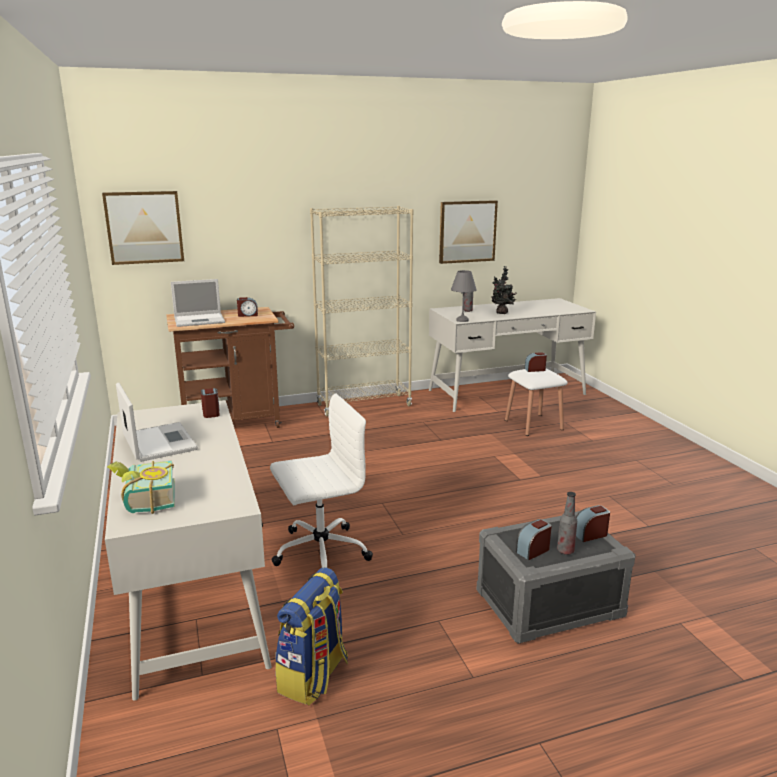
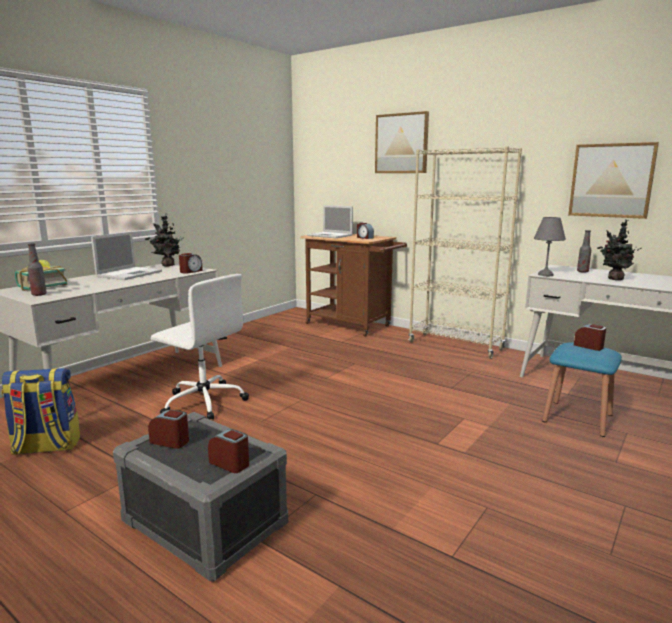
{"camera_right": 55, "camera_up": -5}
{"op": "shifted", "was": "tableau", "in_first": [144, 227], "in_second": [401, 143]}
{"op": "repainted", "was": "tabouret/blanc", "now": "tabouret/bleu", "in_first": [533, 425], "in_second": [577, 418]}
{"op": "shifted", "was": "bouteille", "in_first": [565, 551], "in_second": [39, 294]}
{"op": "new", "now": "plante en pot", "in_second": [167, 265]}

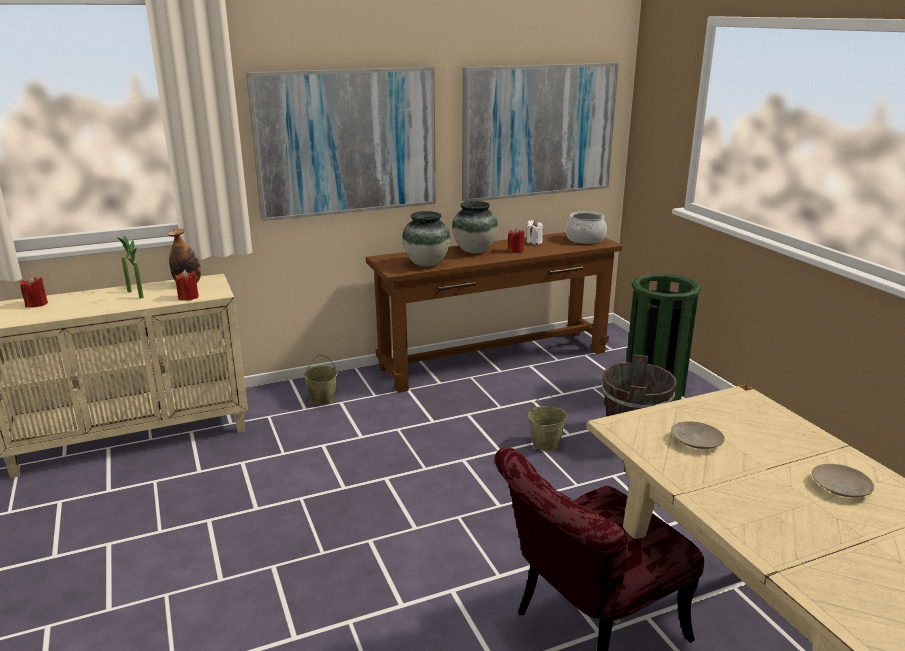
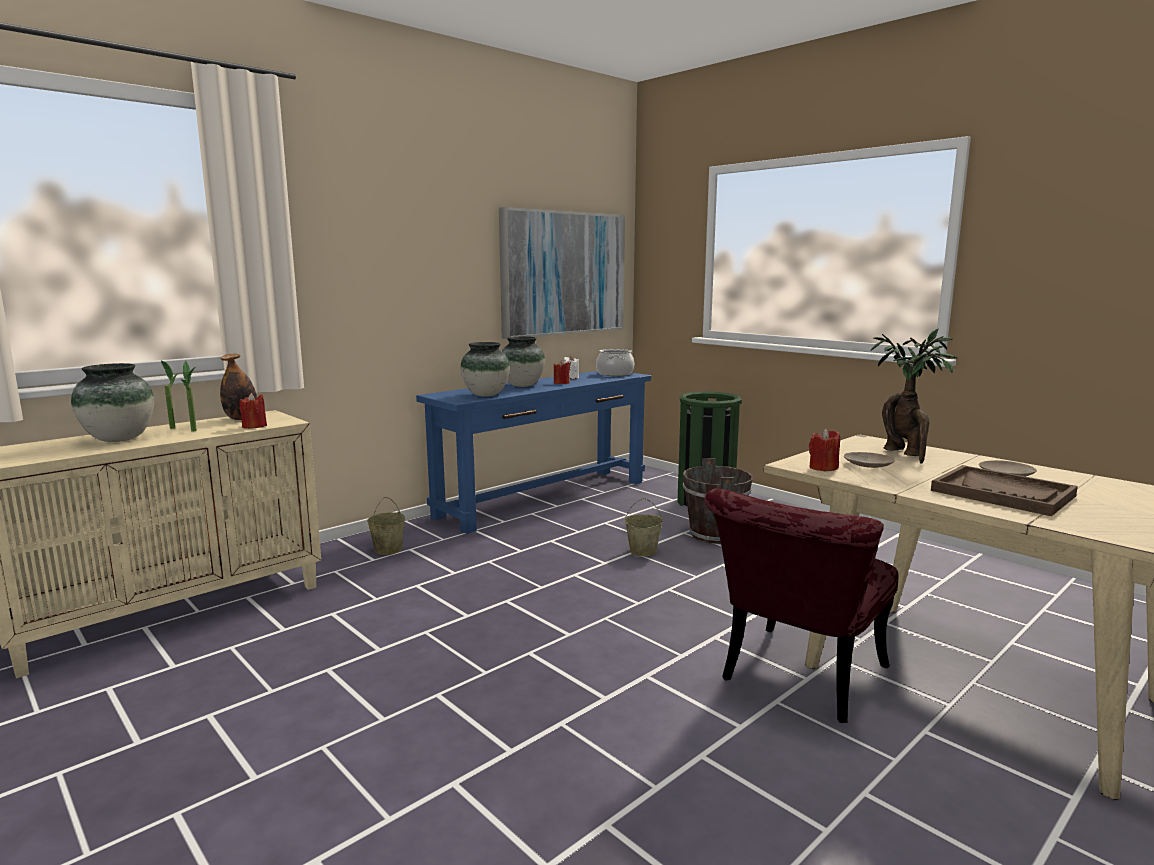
{"camera_right": -20, "camera_up": -10}
{"op": "gone", "was": "tableau", "in_first": [346, 142]}
{"op": "repainted", "was": "table console/marron", "now": "table console/bleu", "in_first": [494, 359], "in_second": [544, 498]}
{"op": "shifted", "was": "bougie/rouge", "in_first": [36, 304], "in_second": [823, 468]}
{"op": "new", "now": "plante en pot", "in_second": [905, 454]}
{"op": "new", "now": "vase", "in_second": [119, 439]}
{"op": "new", "now": "plateau/marron", "in_second": [1002, 493]}

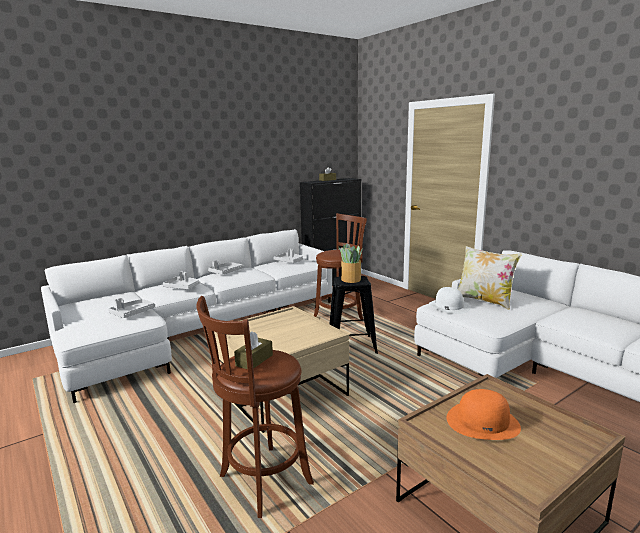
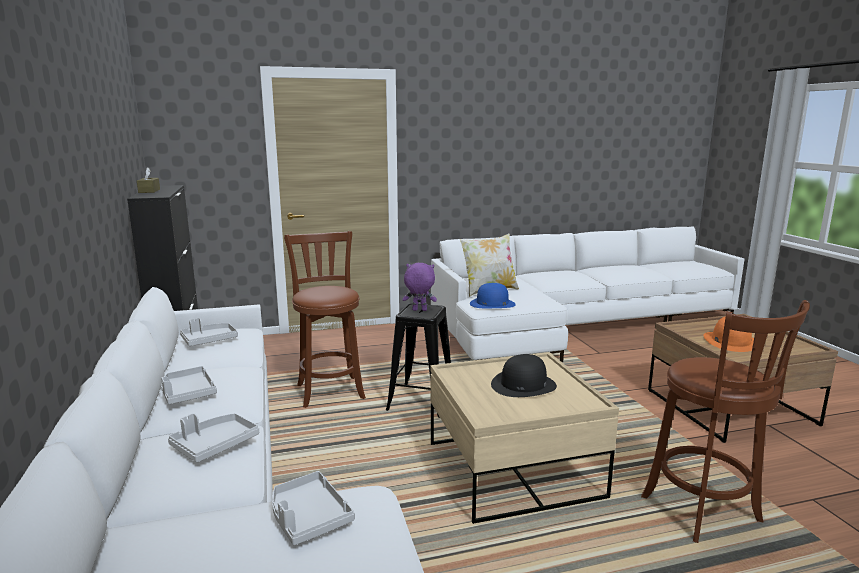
{"camera_right": -70, "camera_up": 0}
{"op": "swapped", "was": "plante en pot", "now": "peluche/violet", "in_first": [351, 279], "in_second": [419, 310]}
{"op": "repainted", "was": "chapeau/blanc", "now": "chapeau/bleu", "in_first": [448, 306], "in_second": [492, 304]}
{"op": "gone", "was": "boîte à mouchoirs/marron", "in_first": [254, 360]}
{"op": "new", "now": "chapeau/noir", "in_second": [523, 385]}

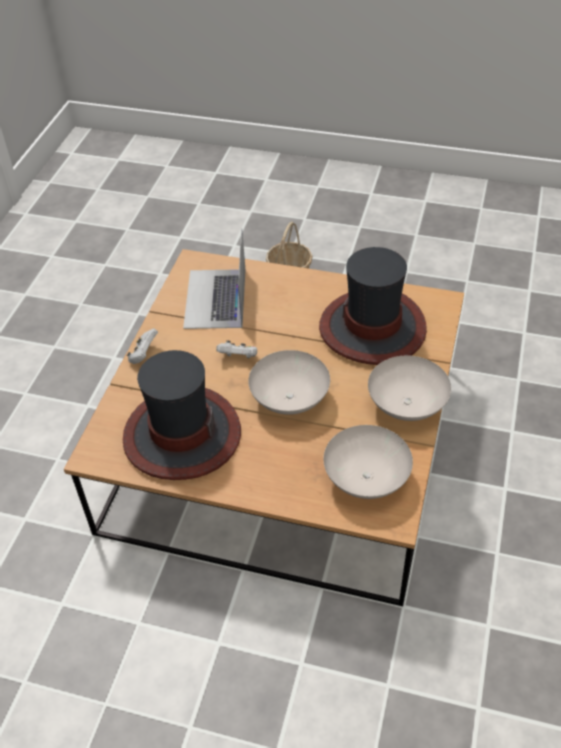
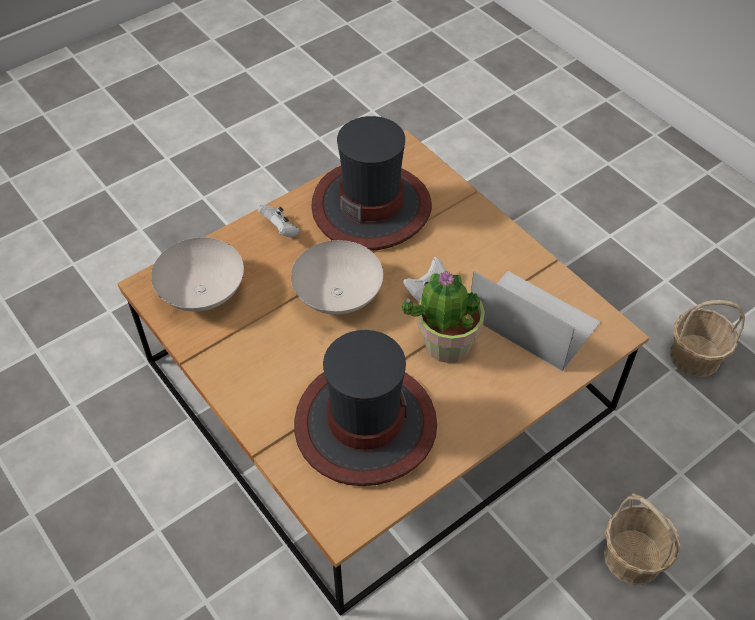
{"camera_right": 125, "camera_up": 5}
{"op": "shifted", "was": "manette/blanc", "in_first": [143, 355], "in_second": [280, 230]}
{"op": "gone", "was": "bol/blanc", "in_first": [405, 405]}
{"op": "new", "now": "plante en pot", "in_second": [446, 343]}
{"op": "new", "now": "panier", "in_second": [694, 356]}

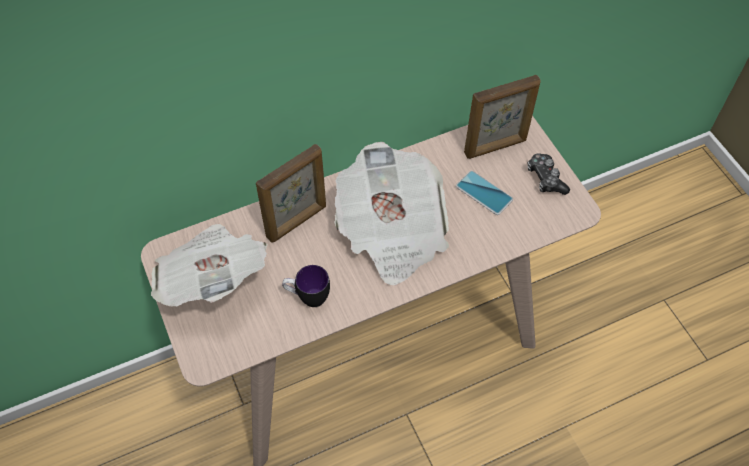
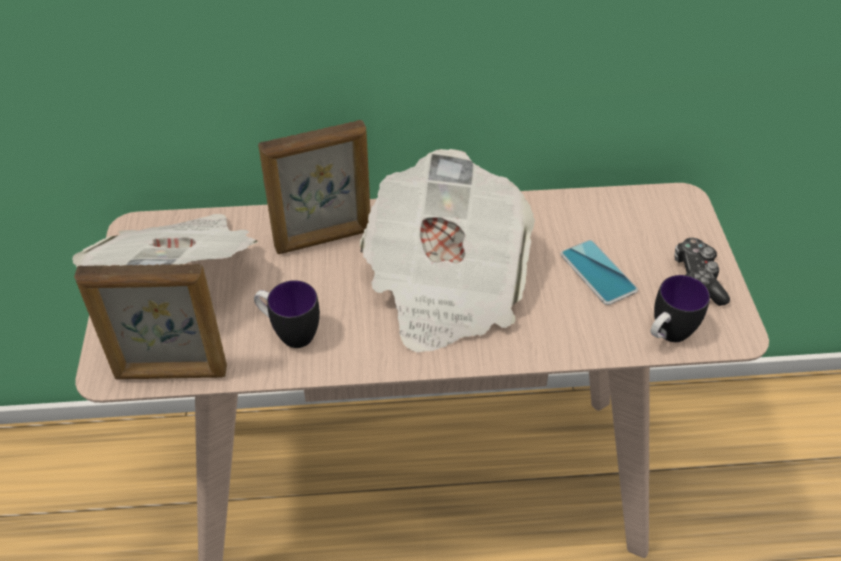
{"camera_right": 20, "camera_up": -10}
{"op": "shifted", "was": "cadre photo", "in_first": [496, 147], "in_second": [171, 373]}
{"op": "new", "now": "mug", "in_second": [666, 336]}

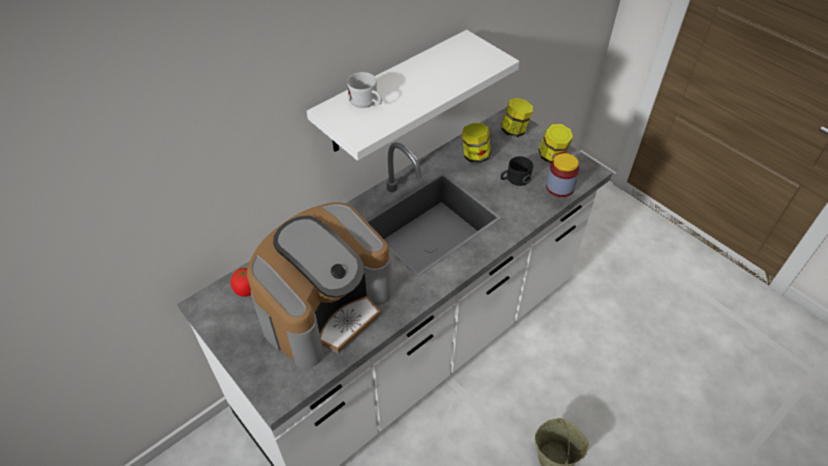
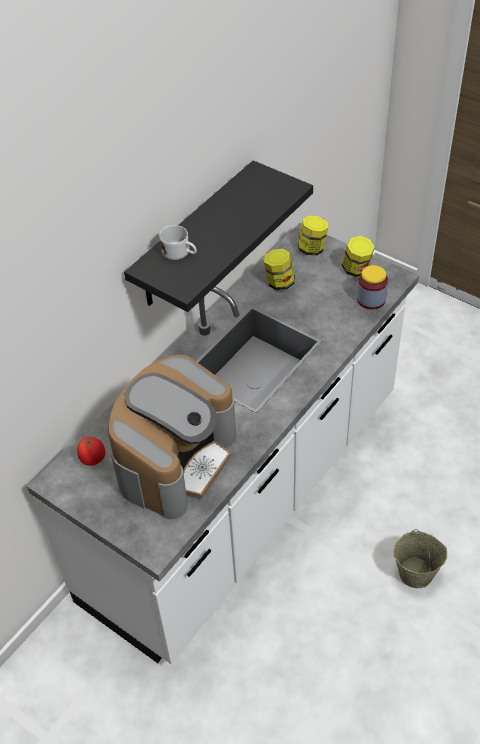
{"camera_right": -10, "camera_up": 0}
{"op": "repainted", "was": "étagère/blanc", "now": "étagère/noir", "in_first": [392, 93], "in_second": [194, 237]}
{"op": "gone", "was": "mug/noir", "in_first": [514, 179]}

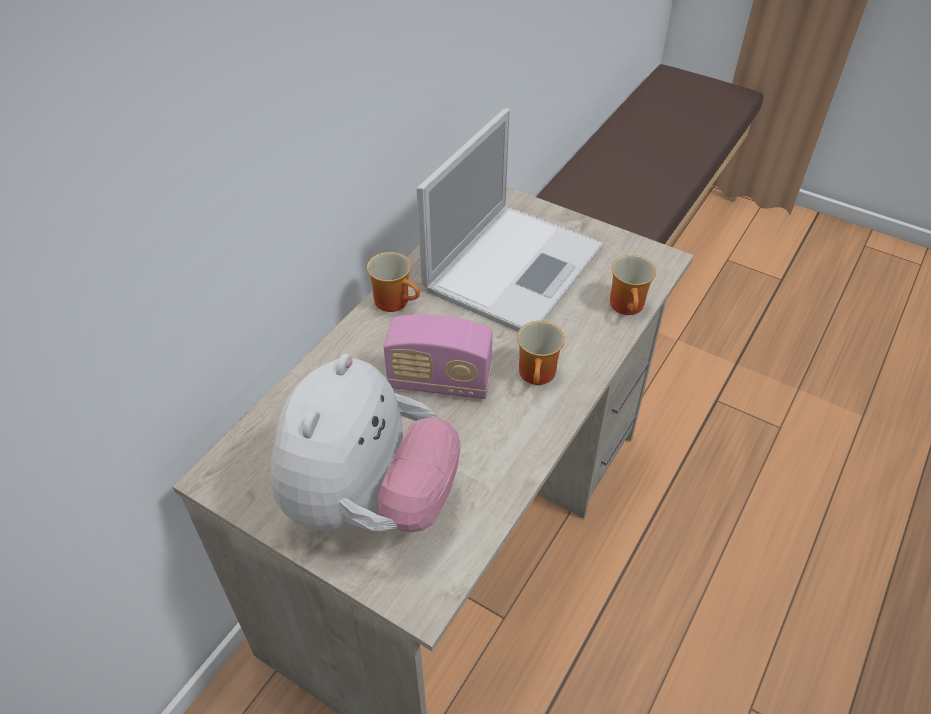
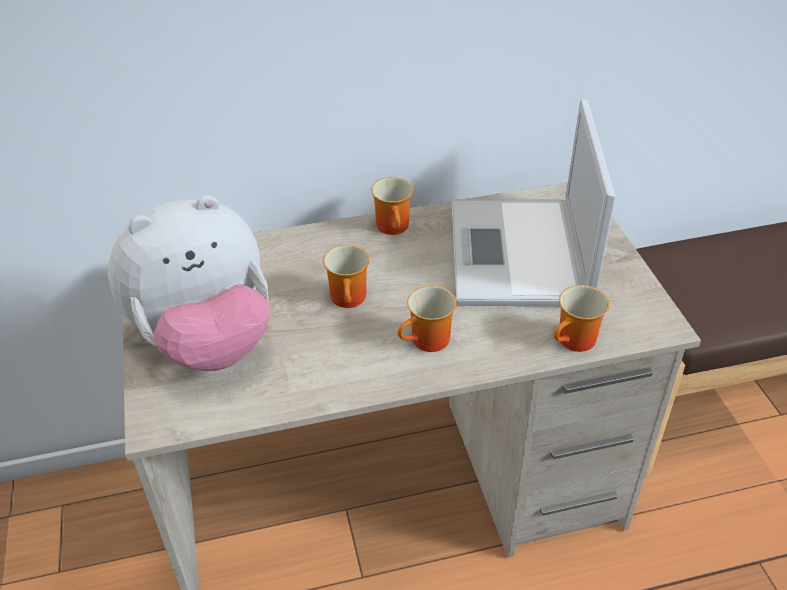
{"camera_right": 45, "camera_up": -5}
{"op": "rotated", "was": "ordinateur portable", "in_first": [515, 265], "in_second": [519, 255], "clockwise": 105}
{"op": "swapped", "was": "radio", "now": "mug", "in_first": [439, 382], "in_second": [351, 299]}

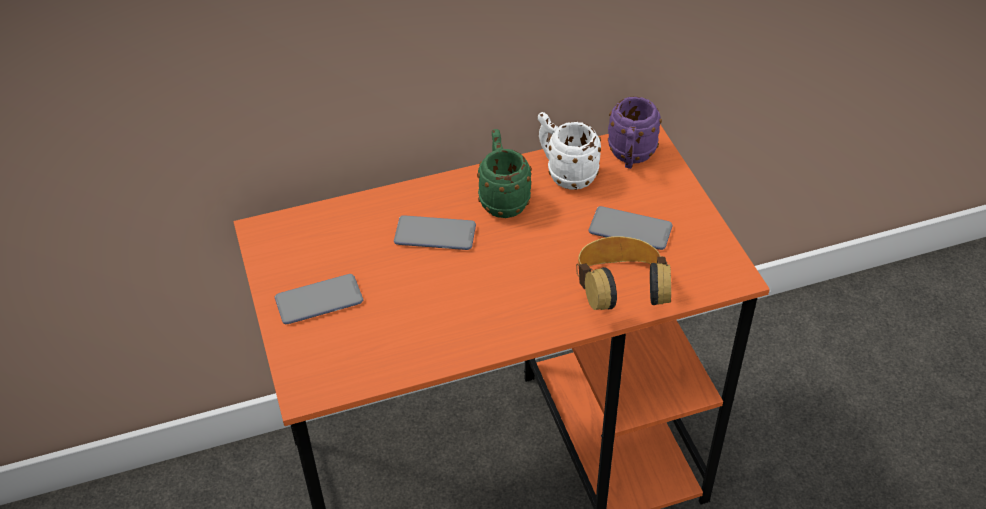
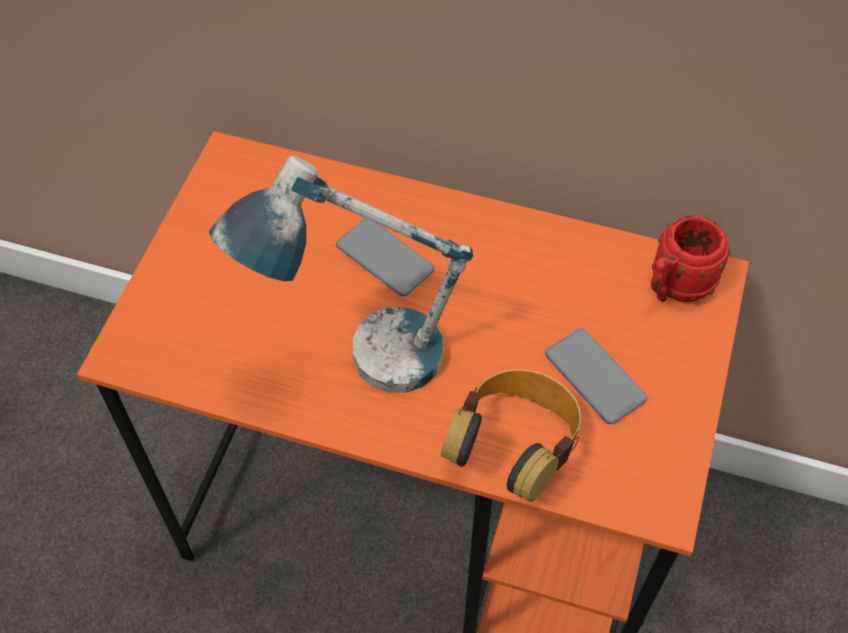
{"camera_right": 35, "camera_up": 10}
{"op": "repainted", "was": "mug/violet", "now": "mug/rouge", "in_first": [630, 157], "in_second": [674, 288]}
{"op": "gone", "was": "mug/blanc", "in_first": [565, 173]}
{"op": "gone", "was": "mug/vert", "in_first": [502, 198]}
{"op": "gone", "was": "téléphone", "in_first": [319, 300]}
{"op": "new", "now": "lampe de table", "in_second": [357, 360]}

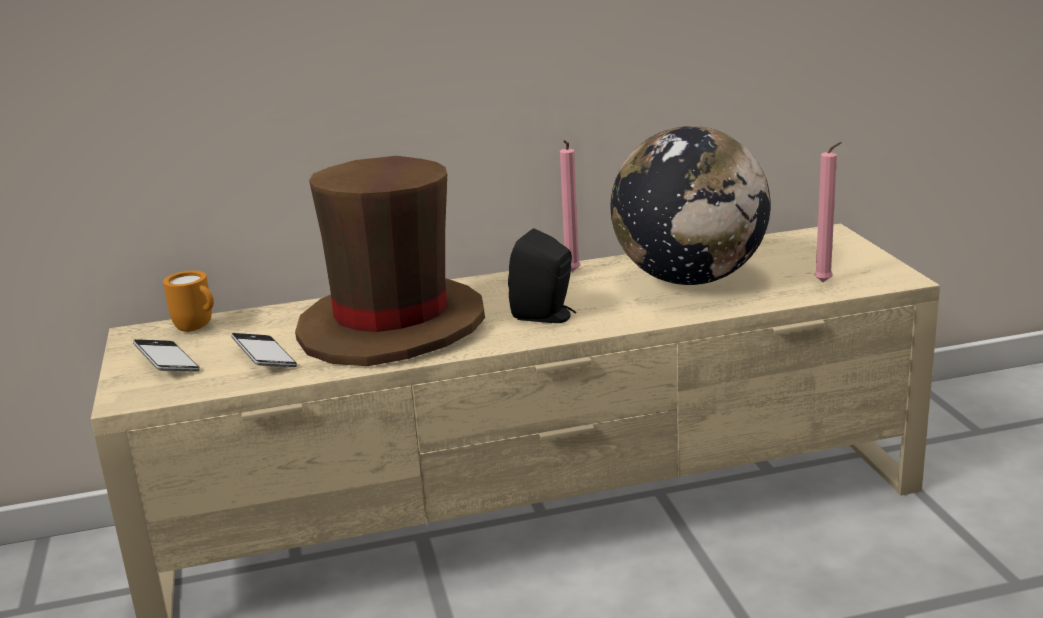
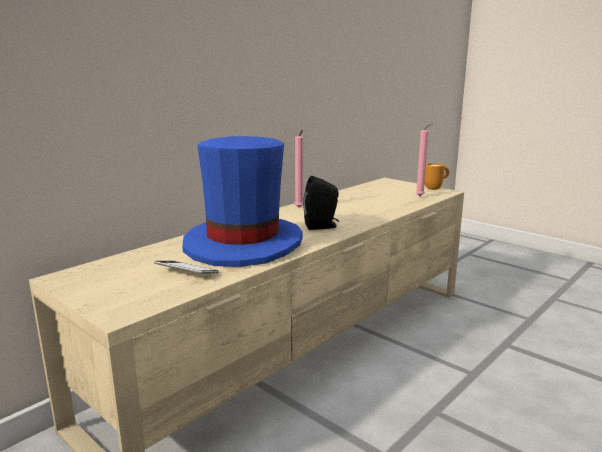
{"camera_right": -35, "camera_up": -5}
{"op": "gone", "was": "globe", "in_first": [690, 279]}
{"op": "repainted", "was": "chapeau/marron", "now": "chapeau/bleu", "in_first": [392, 326], "in_second": [243, 244]}
{"op": "shifted", "was": "mug/orange", "in_first": [198, 328], "in_second": [435, 188]}
{"op": "gone", "was": "téléphone", "in_first": [167, 363]}

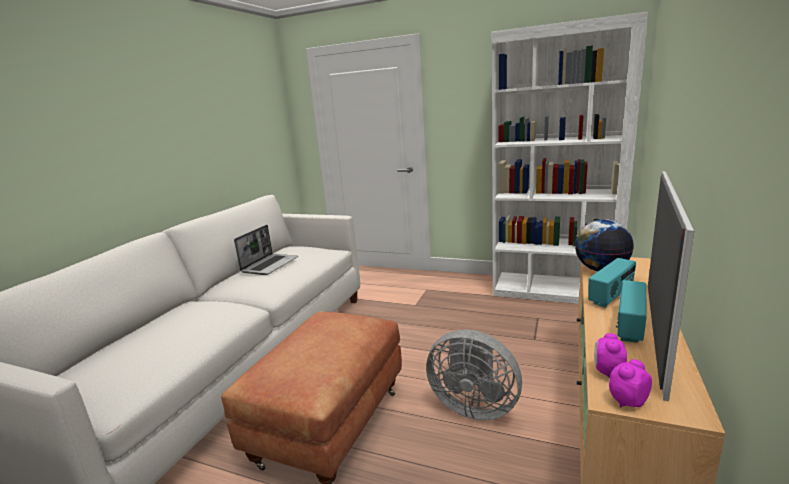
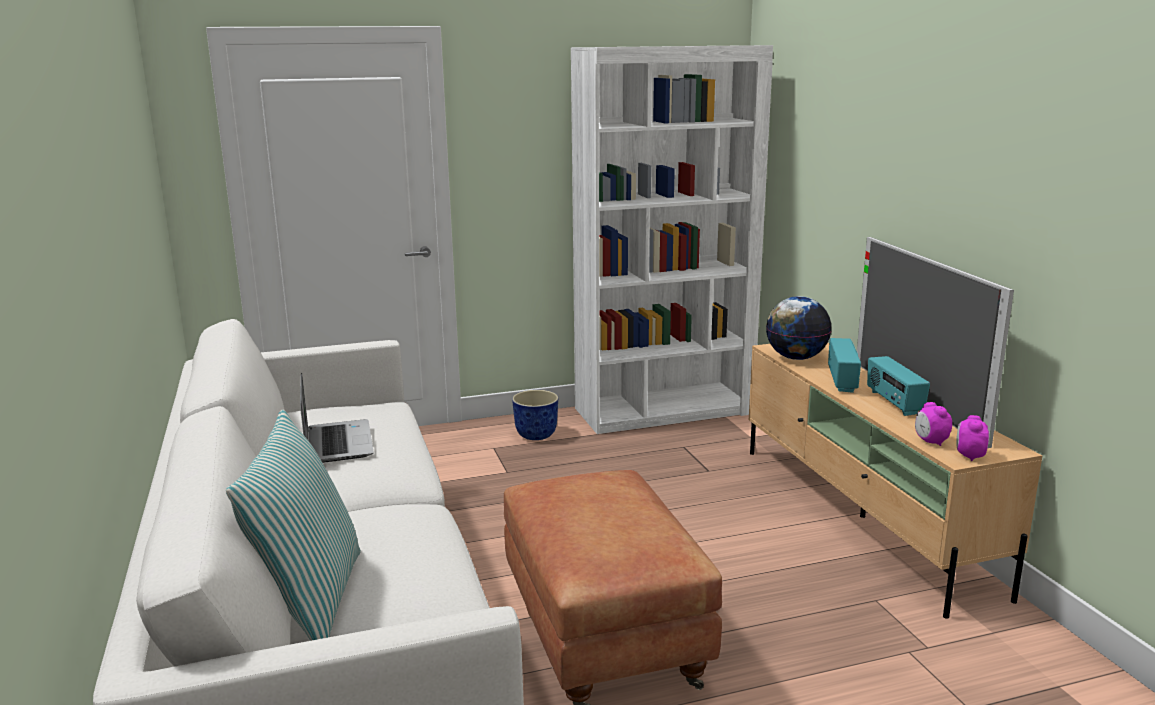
{"camera_right": -40, "camera_up": 0}
{"op": "gone", "was": "ventilateur/gris", "in_first": [473, 406]}
{"op": "new", "now": "cache-pot", "in_second": [536, 435]}
{"op": "new", "now": "coussin", "in_second": [309, 600]}

